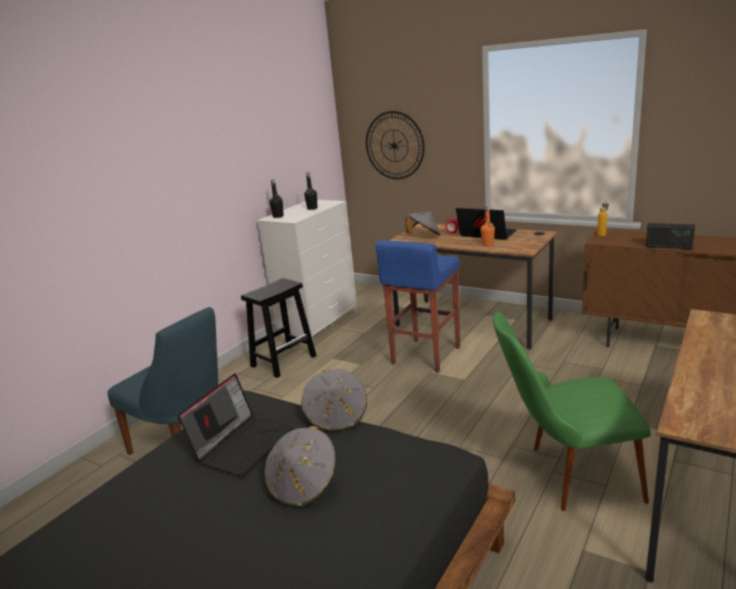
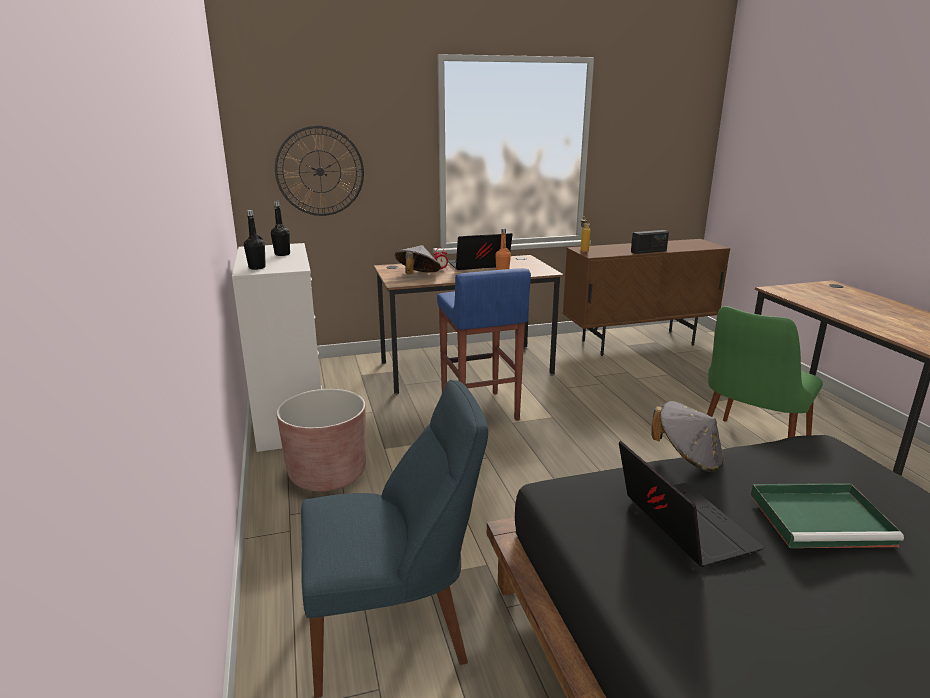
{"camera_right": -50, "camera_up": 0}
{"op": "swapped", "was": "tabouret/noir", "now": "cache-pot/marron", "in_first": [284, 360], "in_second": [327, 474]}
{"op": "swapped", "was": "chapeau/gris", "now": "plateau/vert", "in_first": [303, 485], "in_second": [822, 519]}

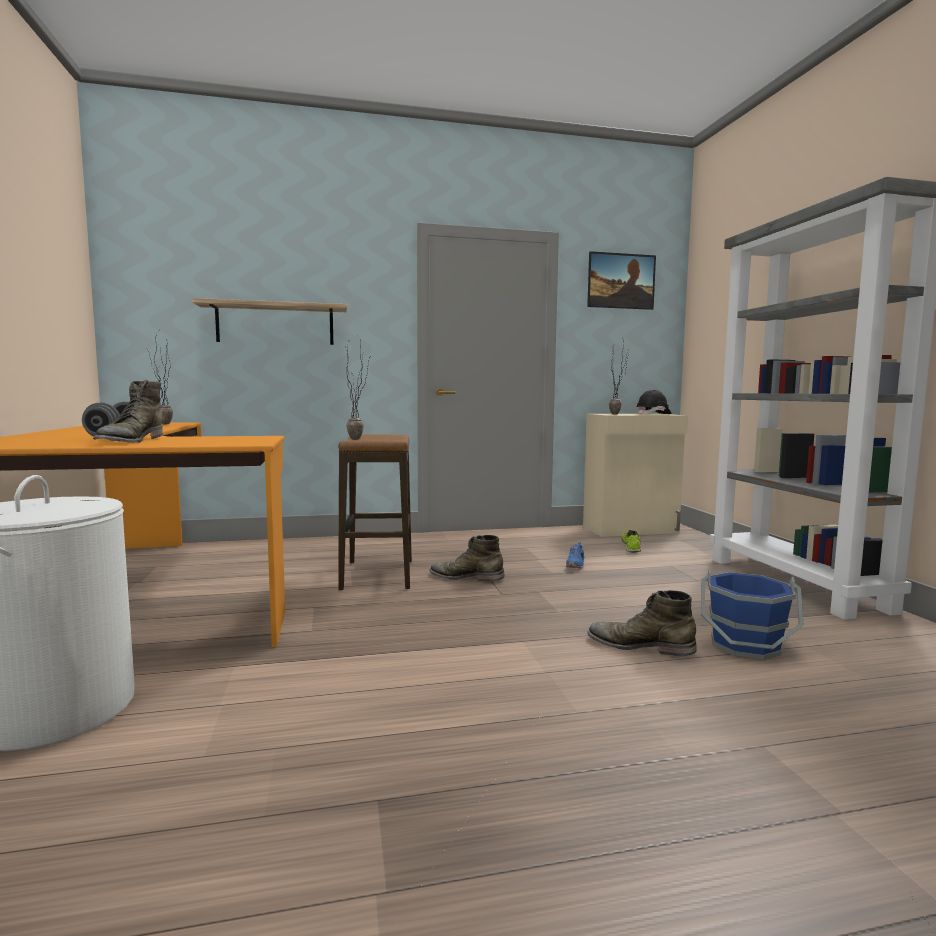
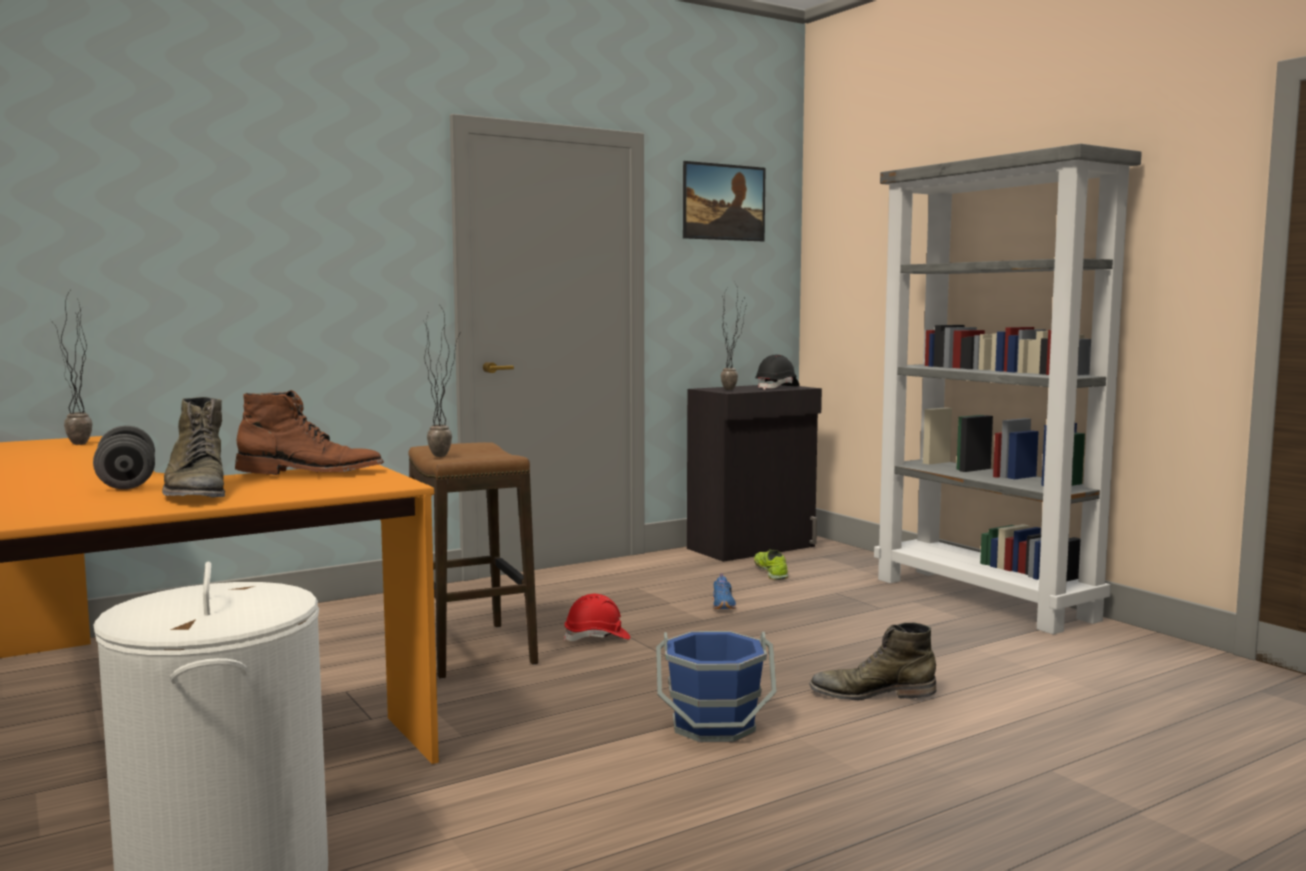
{"camera_right": -20, "camera_up": 0}
{"op": "gone", "was": "étagère", "in_first": [275, 324]}
{"op": "repainted", "was": "meuble de rangement/beige", "now": "meuble de rangement/noir", "in_first": [631, 529], "in_second": [753, 547]}
{"op": "swapped", "was": "botte/vert", "now": "casque de chantier/rouge", "in_first": [466, 577], "in_second": [597, 638]}
{"op": "shifted", "was": "seau/bleu", "in_first": [745, 645], "in_second": [714, 726]}
{"op": "new", "now": "botte/marron", "in_second": [310, 473]}

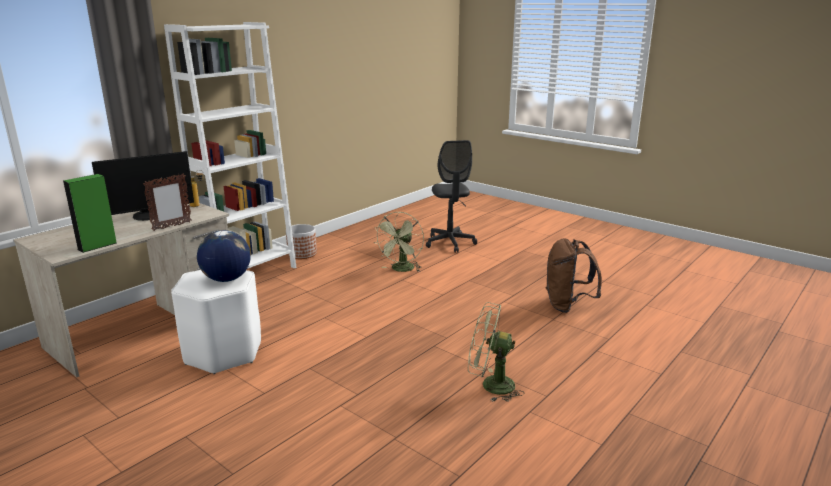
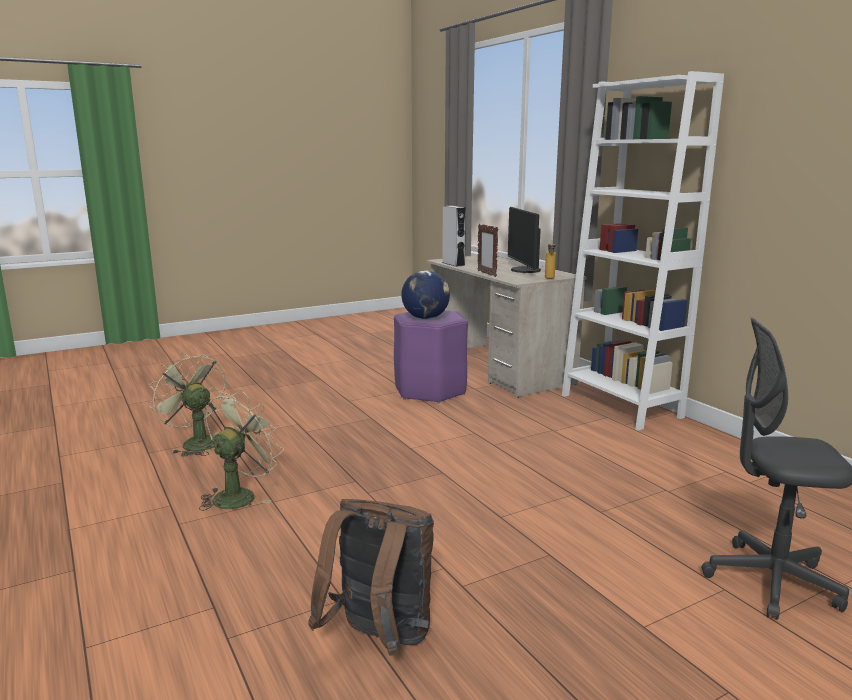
{"camera_right": 110, "camera_up": -5}
{"op": "repainted", "was": "enceinte/vert", "now": "enceinte/gris", "in_first": [97, 246], "in_second": [453, 264]}
{"op": "shifted", "was": "ventilateur/vert", "in_first": [401, 270], "in_second": [194, 443]}
{"op": "gone", "was": "cache-pot", "in_first": [302, 253]}
{"op": "repainted", "was": "tabouret/blanc", "now": "tabouret/violet", "in_first": [223, 353], "in_second": [429, 391]}

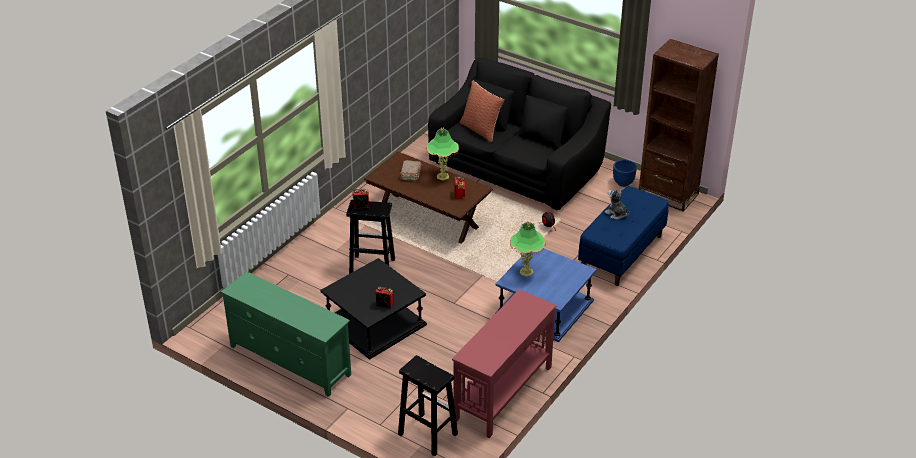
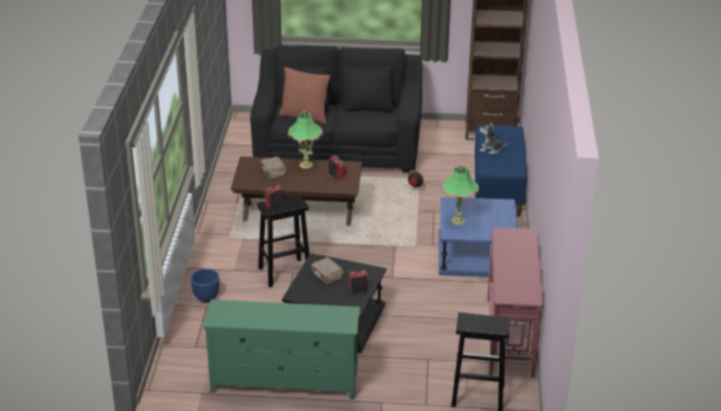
{"camera_right": -30, "camera_up": -5}
{"op": "shifted", "was": "cache-pot/bleu", "in_first": [623, 183], "in_second": [206, 297]}
{"op": "new", "now": "livre/marron", "in_second": [327, 275]}

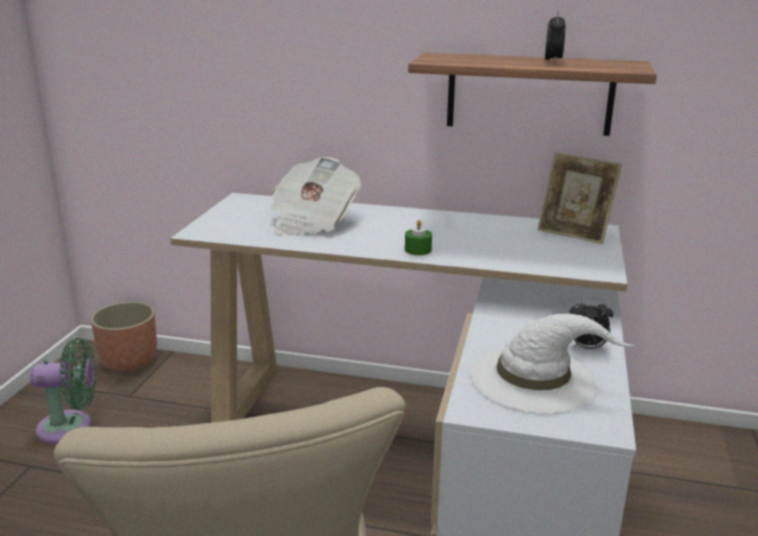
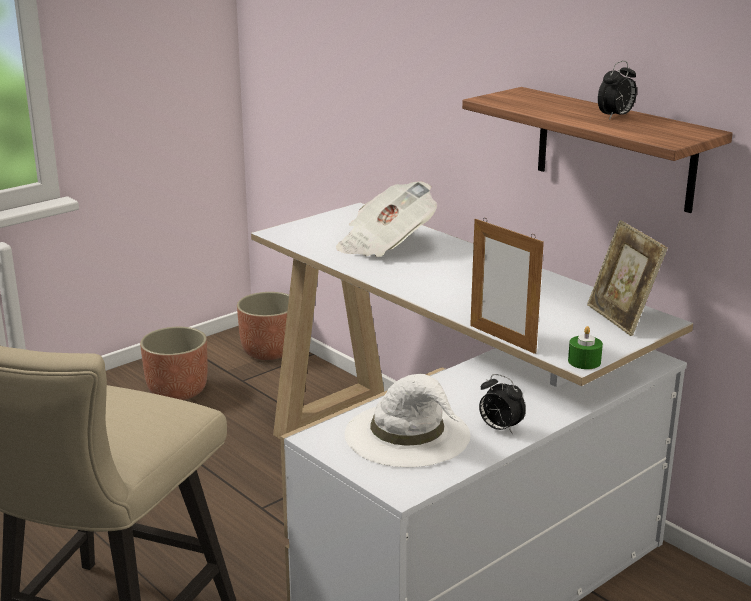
{"camera_right": 35, "camera_up": 0}
{"op": "shifted", "was": "bougie/vert", "in_first": [418, 250], "in_second": [584, 361]}
{"op": "swapped", "was": "ventilateur/vert", "now": "cache-pot", "in_first": [70, 427], "in_second": [177, 390]}
{"op": "new", "now": "cadre photo", "in_second": [502, 339]}

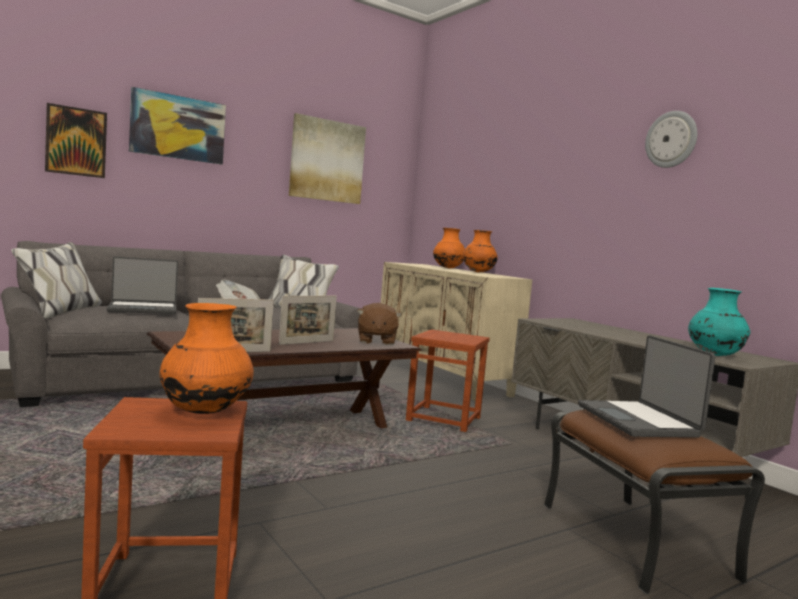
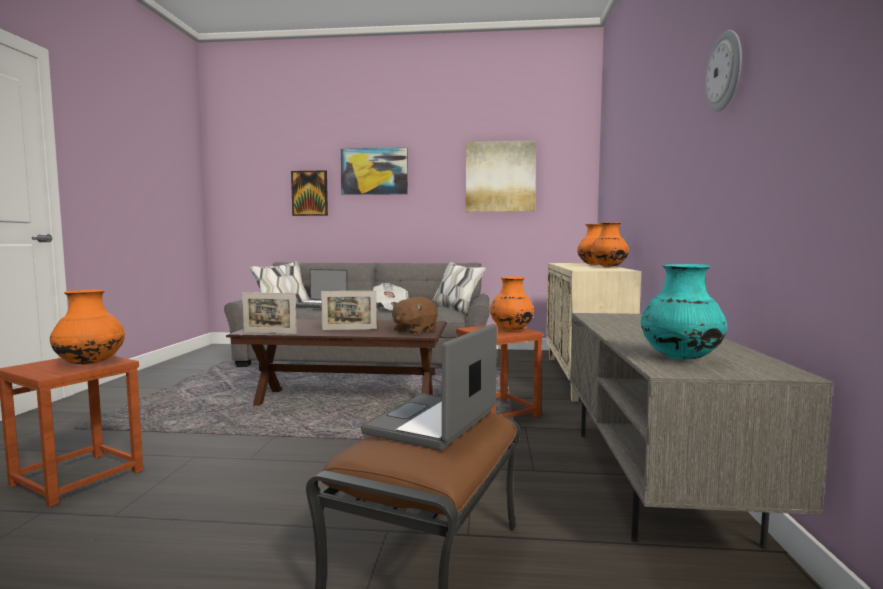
{"camera_right": 40, "camera_up": 0}
{"op": "new", "now": "vase/orange", "in_second": [511, 330]}

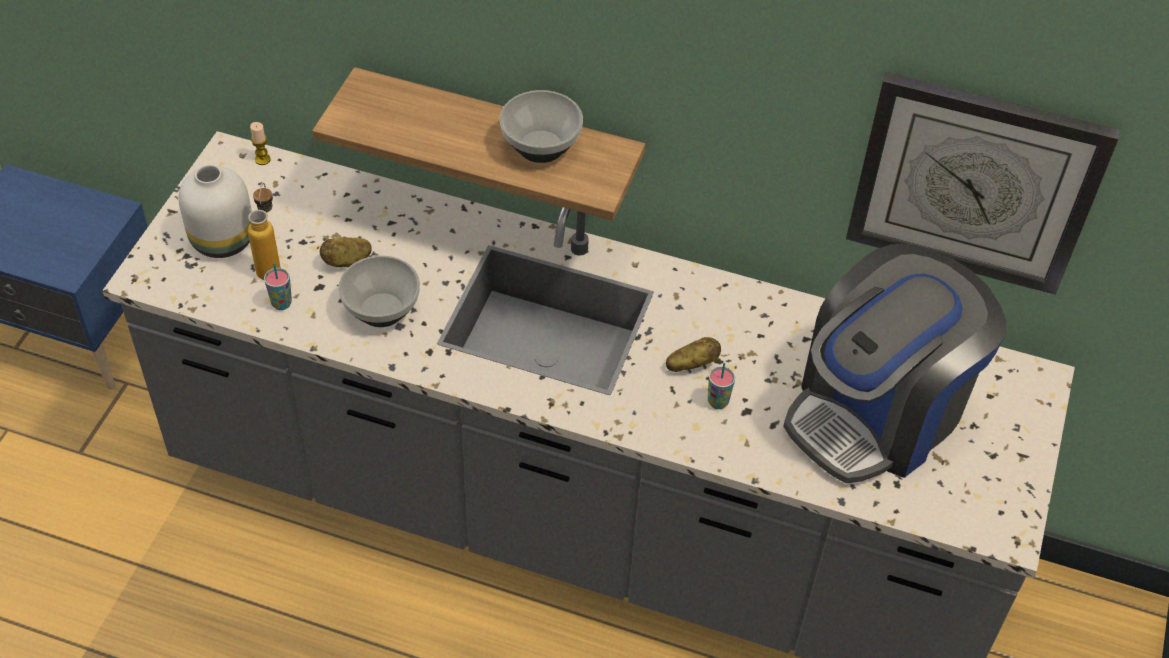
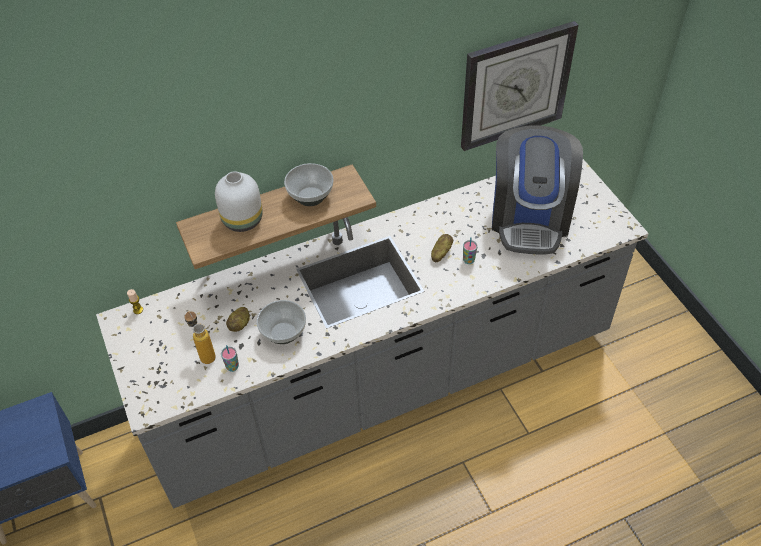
{"camera_right": -40, "camera_up": 0}
{"op": "shifted", "was": "vase/blanc", "in_first": [221, 239], "in_second": [241, 220]}

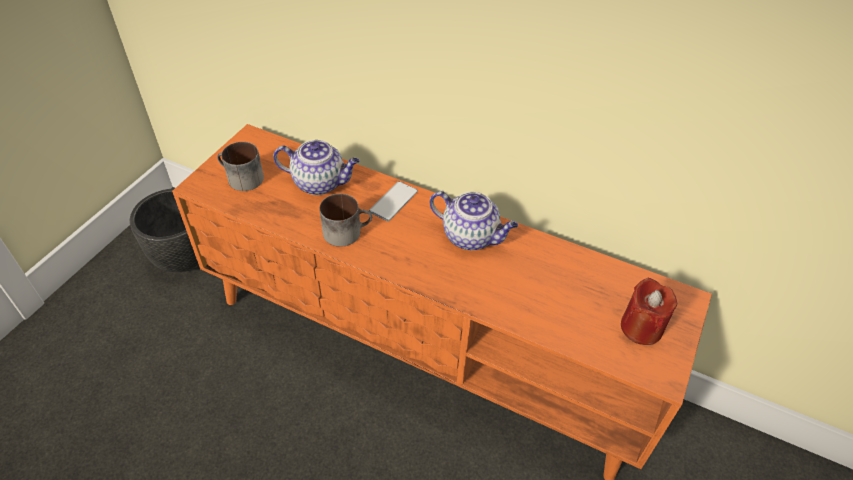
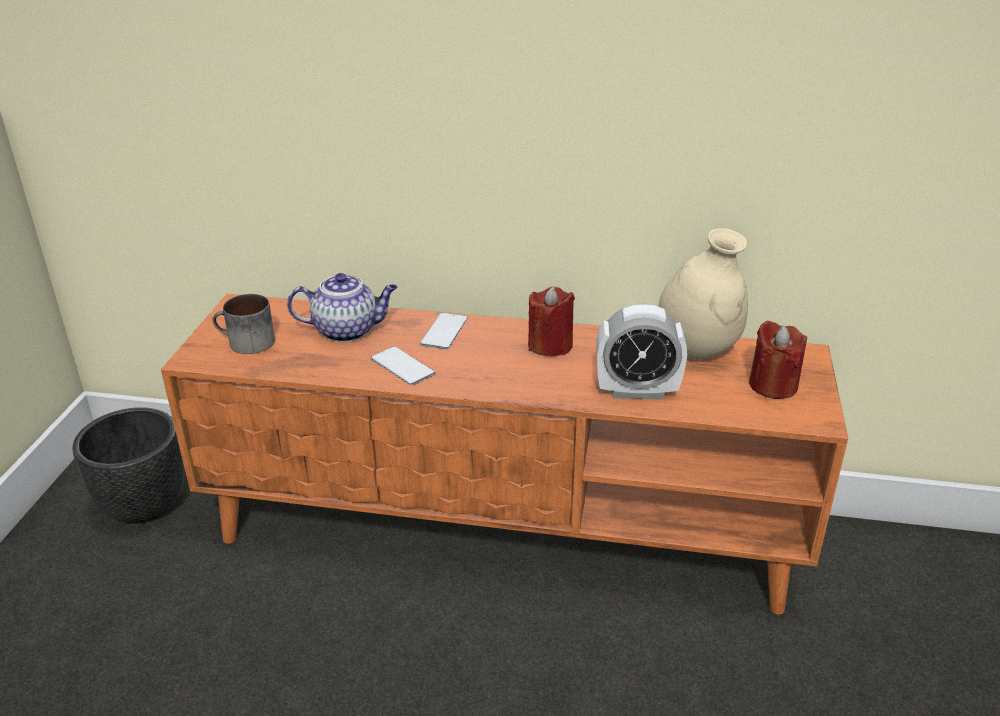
{"camera_right": -15, "camera_up": -15}
{"op": "swapped", "was": "théière", "now": "bougie/rouge", "in_first": [471, 237], "in_second": [550, 345]}
{"op": "swapped", "was": "mug", "now": "téléphone", "in_first": [347, 231], "in_second": [402, 366]}
{"op": "new", "now": "vase/beige", "in_second": [697, 351]}
{"op": "new", "now": "réveil", "in_second": [637, 391]}

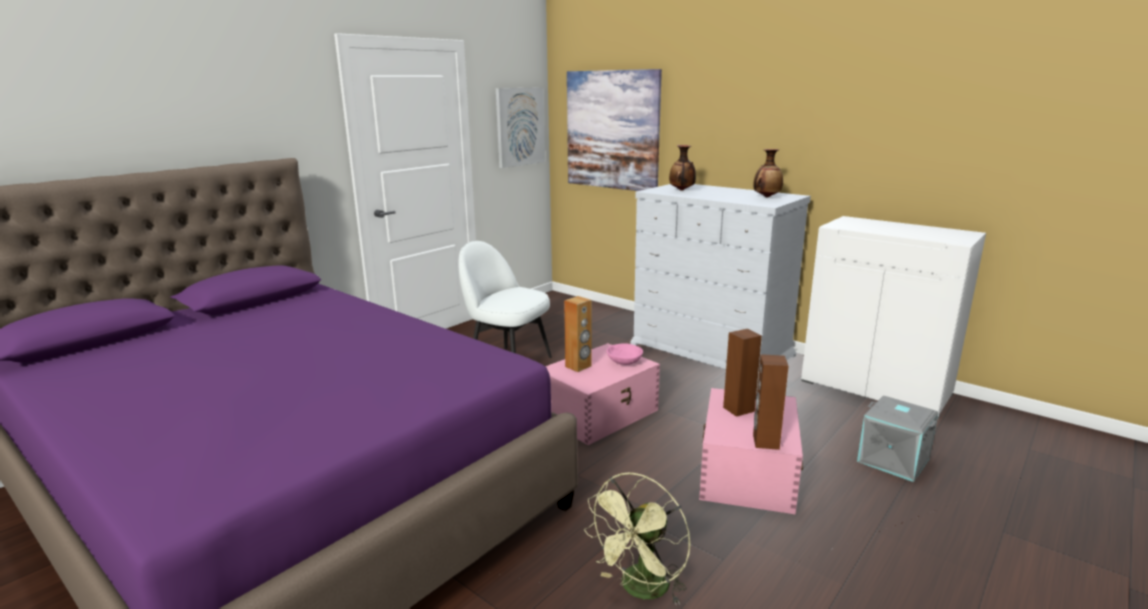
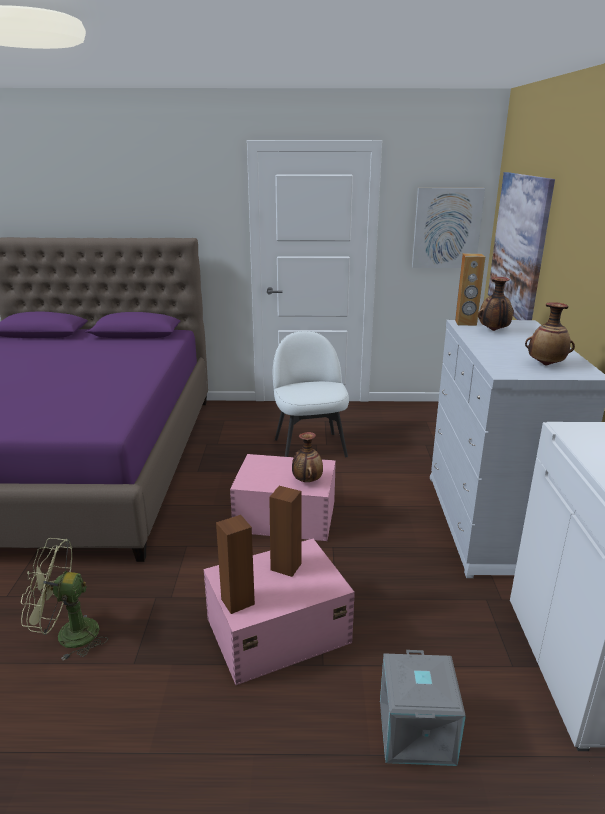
{"camera_right": 50, "camera_up": 5}
{"op": "shifted", "was": "enceinte/marron", "in_first": [578, 366], "in_second": [465, 323]}
{"op": "swapped", "was": "bol/rose", "now": "vase", "in_first": [624, 362], "in_second": [307, 481]}

